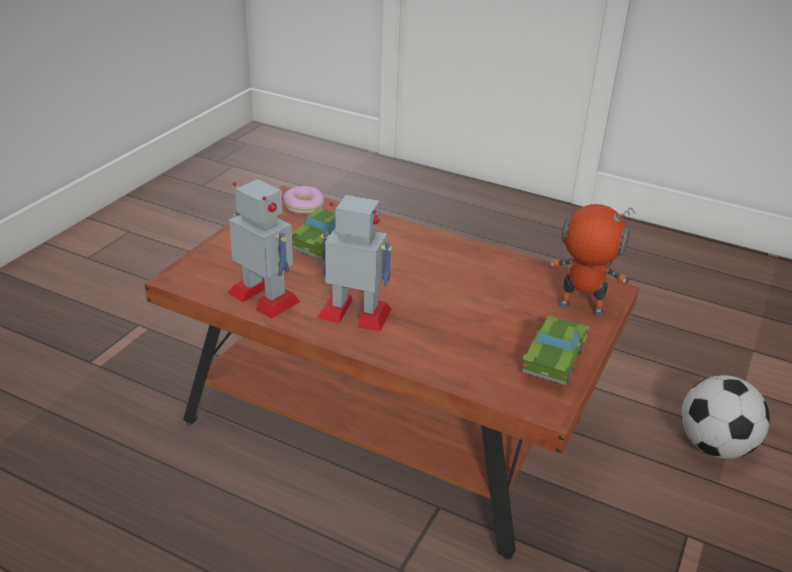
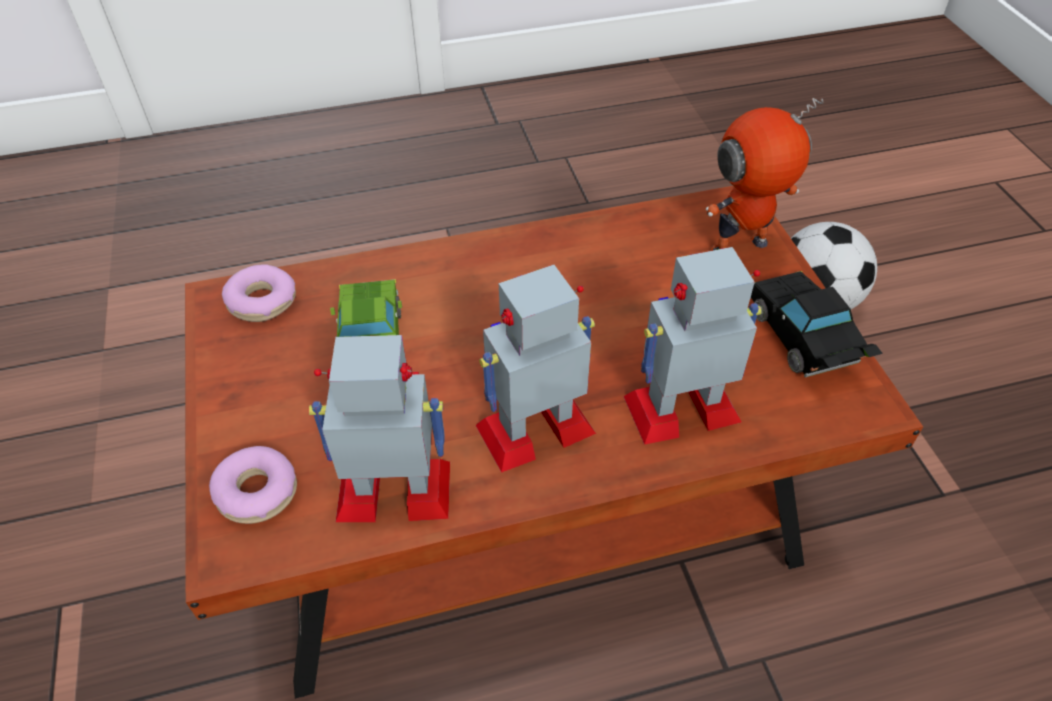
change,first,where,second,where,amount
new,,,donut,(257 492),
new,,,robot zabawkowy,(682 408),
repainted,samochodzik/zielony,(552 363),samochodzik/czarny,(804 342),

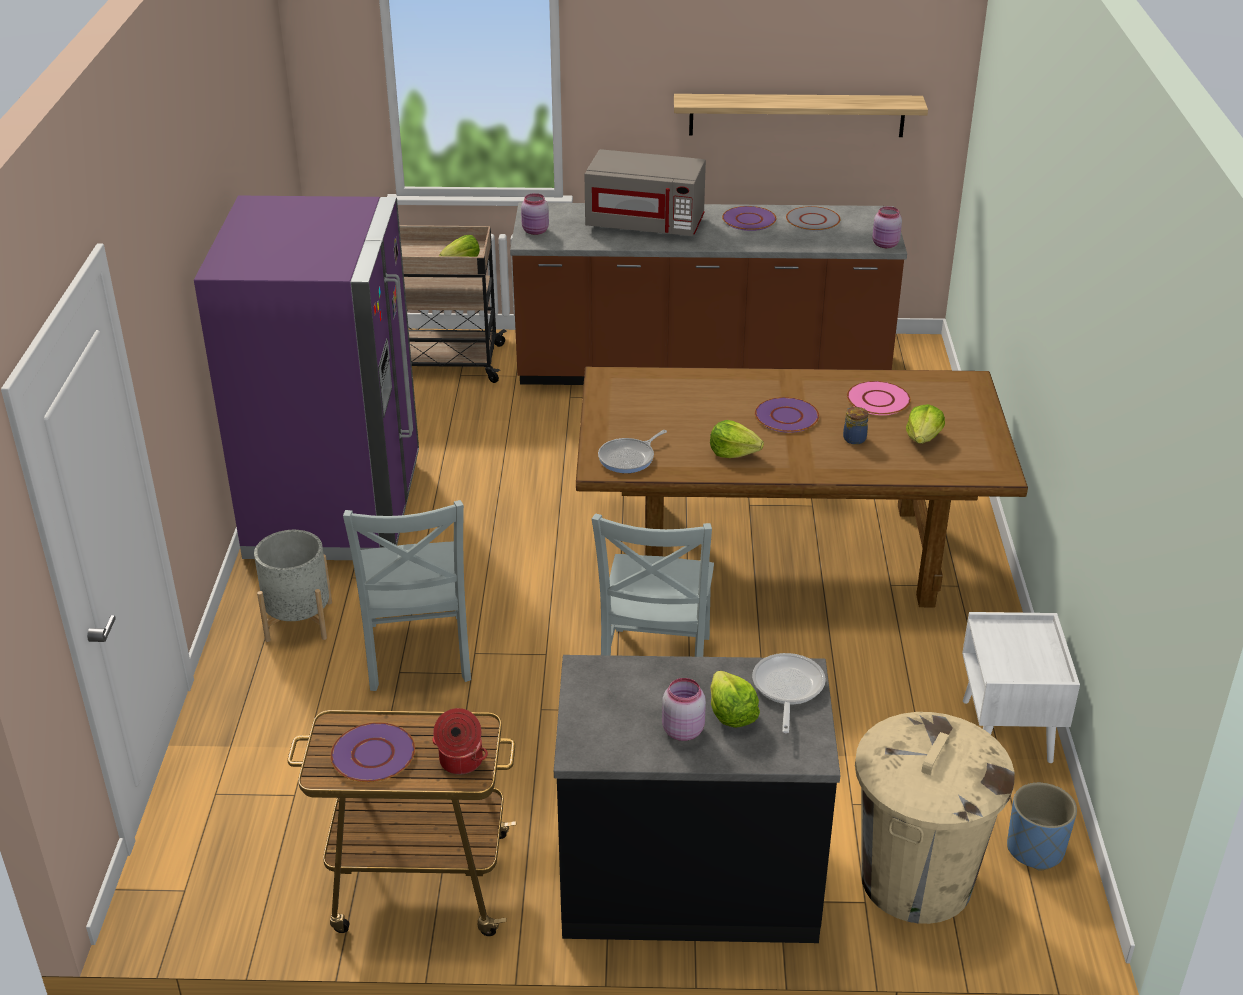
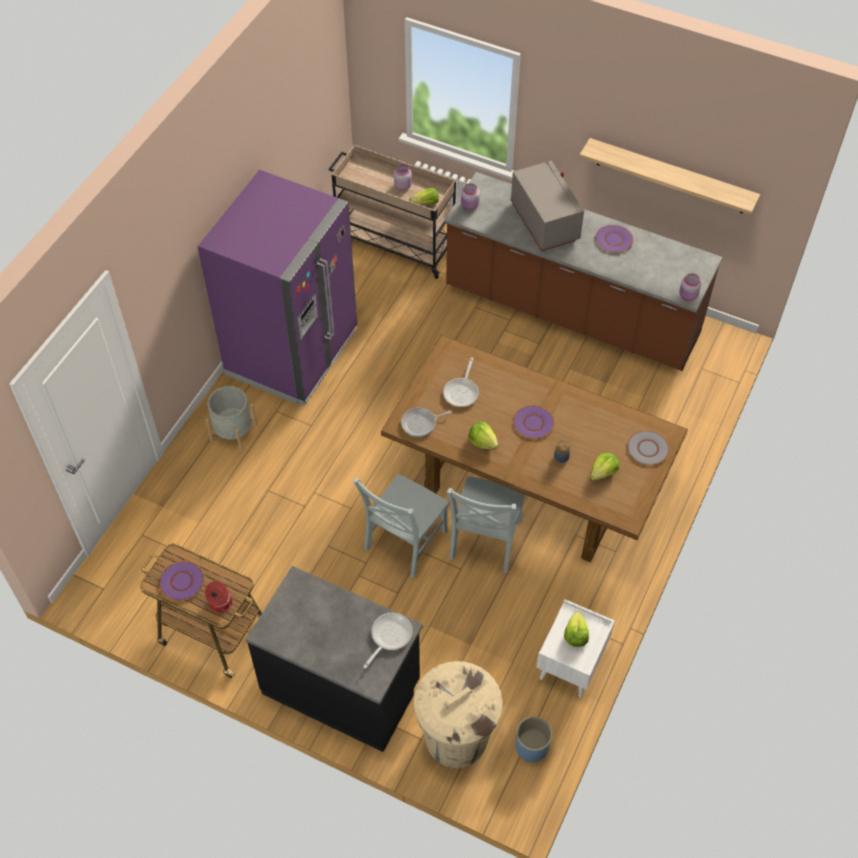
change,first,where,second,where,amount
gone,talerz/różowy,(878 399),,,
new,,,patelnia,(462 391),
shifted,krzesło/szary,(417 655),,(484 542),
shifted,słoik/różowy,(682 730),,(402 185),
shifted,sałata,(731 714),,(575 635),
shifted,talerz/szary,(813 220),,(647 449),
rotated,mikrofalówka/szary,(646 224),,(543 222),150 degrees counterclockwise

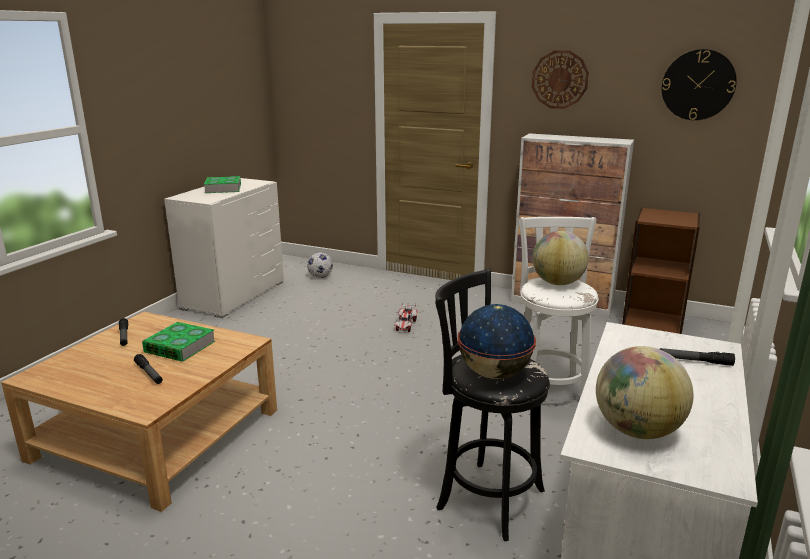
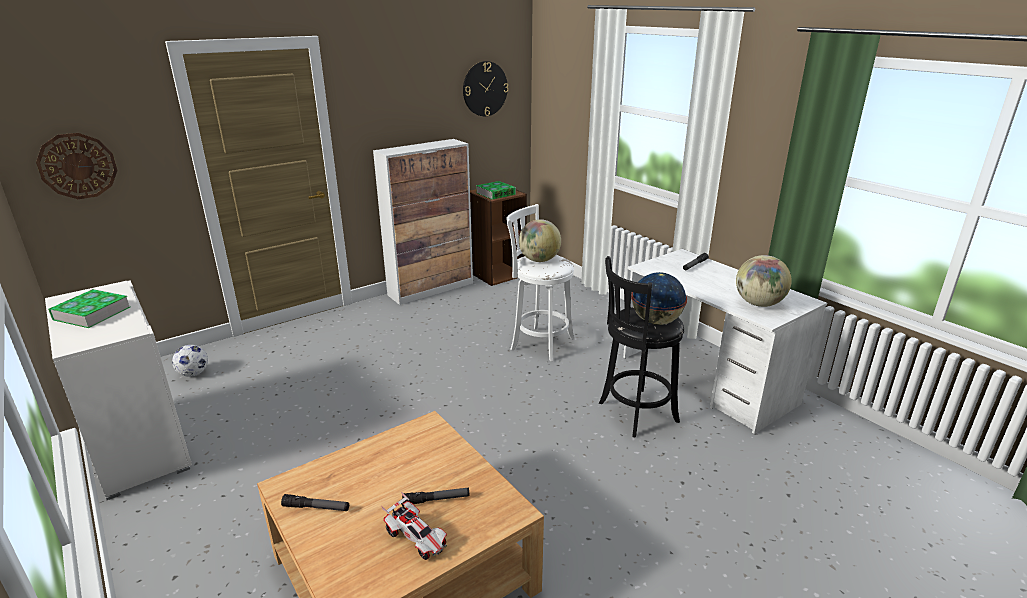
change,first,where,second,where,amount
shifted,książka,(180 347),,(495 193),
shifted,samochodzik,(406 325),,(416 538),
shifted,zegar ścienny,(559 79),,(78 166),

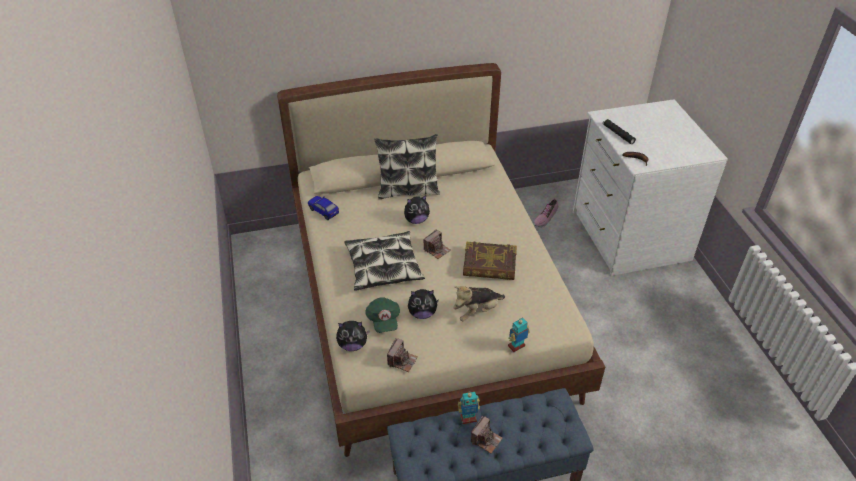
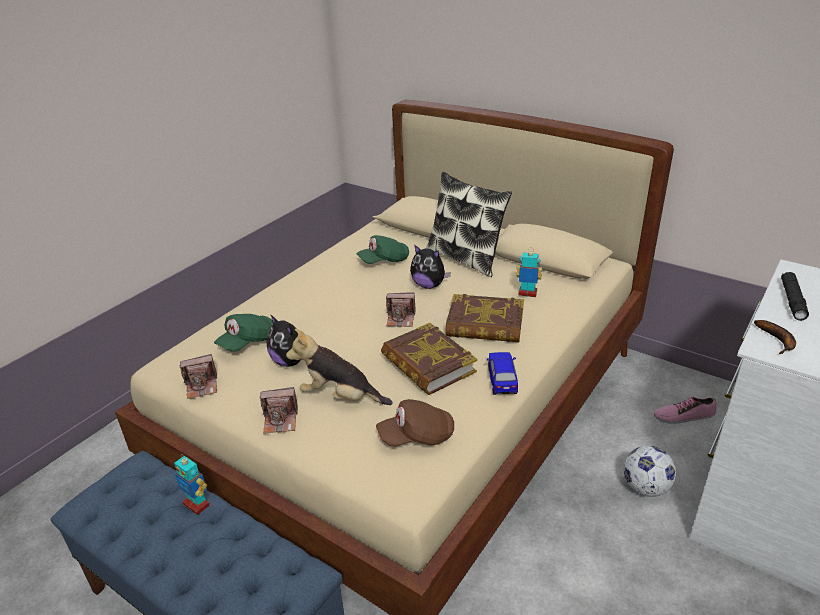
change,first,where,second,where,amount
gone,pluszak,(352 345),,,
gone,poduszka,(383 267),,,
new,,,czapka z daszkiem/zielony,(384 261),
new,,,czapka z daszkiem/brązowy,(417 436),
new,,,książka,(485 325),
new,,,piłka futbolowa,(646 488),
shifted,samochodzik,(323 211),,(502 380),
shifted,aparat fotograficzny,(486 439),,(280 420),
shifted,robot zabawkowy,(516 346),,(527 293),

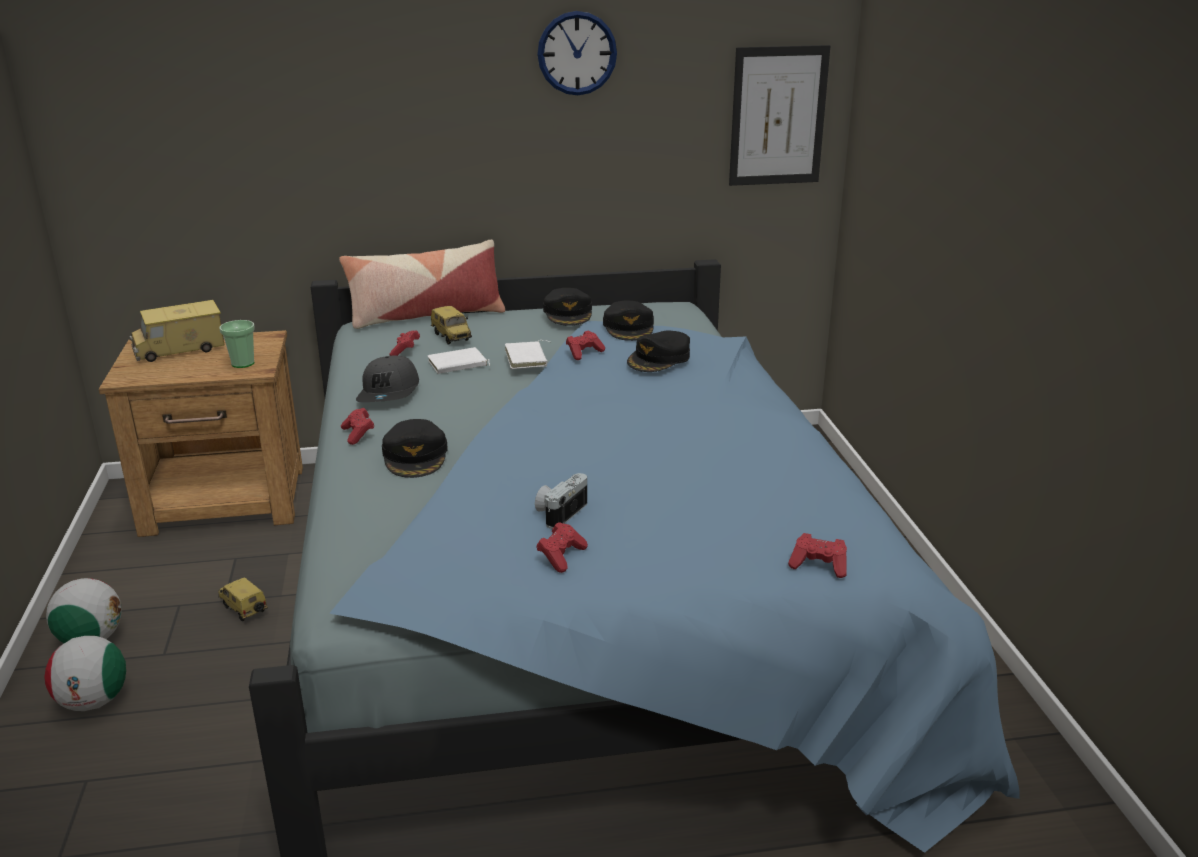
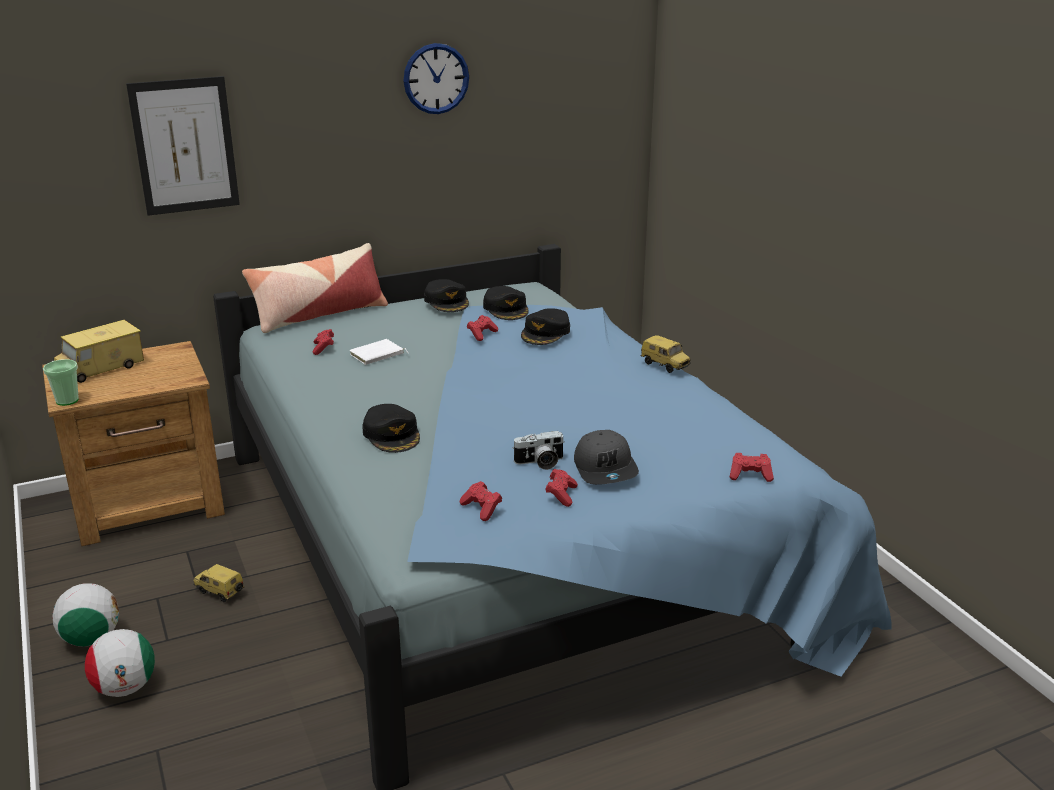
change,first,where,second,where,amount
gone,książka/biały,(528 358),,,
shifted,filiżanka,(243 363),,(67 400),
shifted,pad do gier/czerwony,(358 434),,(482 509),
shifted,czapka z daszkiem/szary,(390 393),,(606 469),
shifted,samochodzik,(453 338),,(665 365),
shifted,obraz,(778 116),,(185 146),
rotated,aparat fotograficzny,(560 512),,(540 463),120 degrees counterclockwise

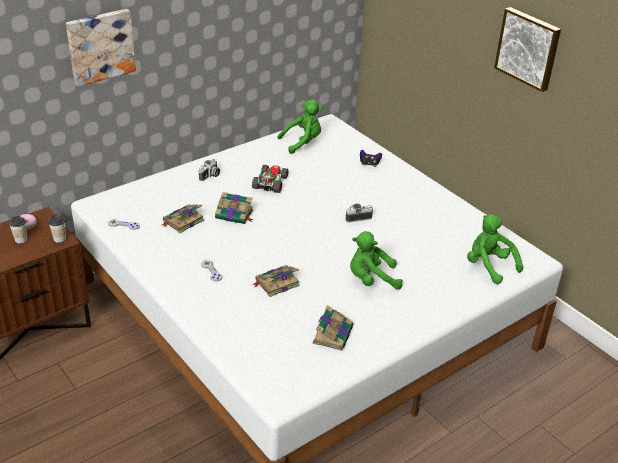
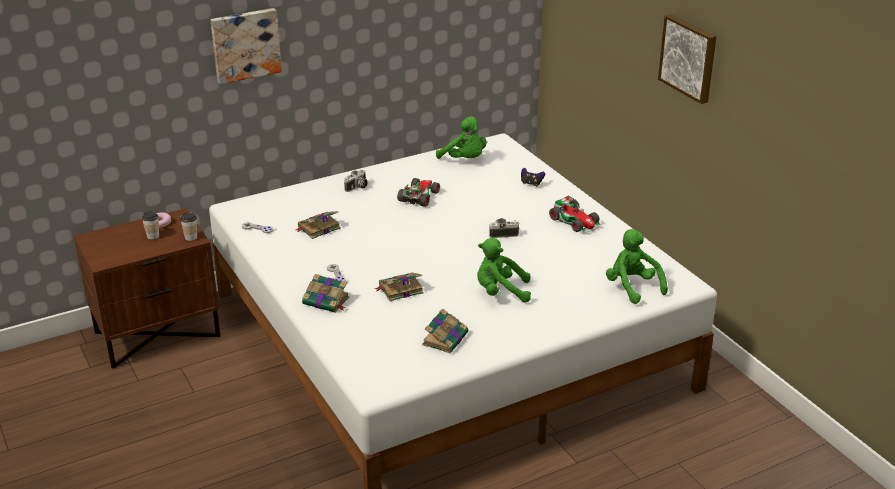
change,first,where,second,where,amount
new,,,samochodzik,(575 221),
shifted,książka,(235 215),,(327 301),
rotated,pluszak/zielony,(302 142),,(464 160),60 degrees clockwise

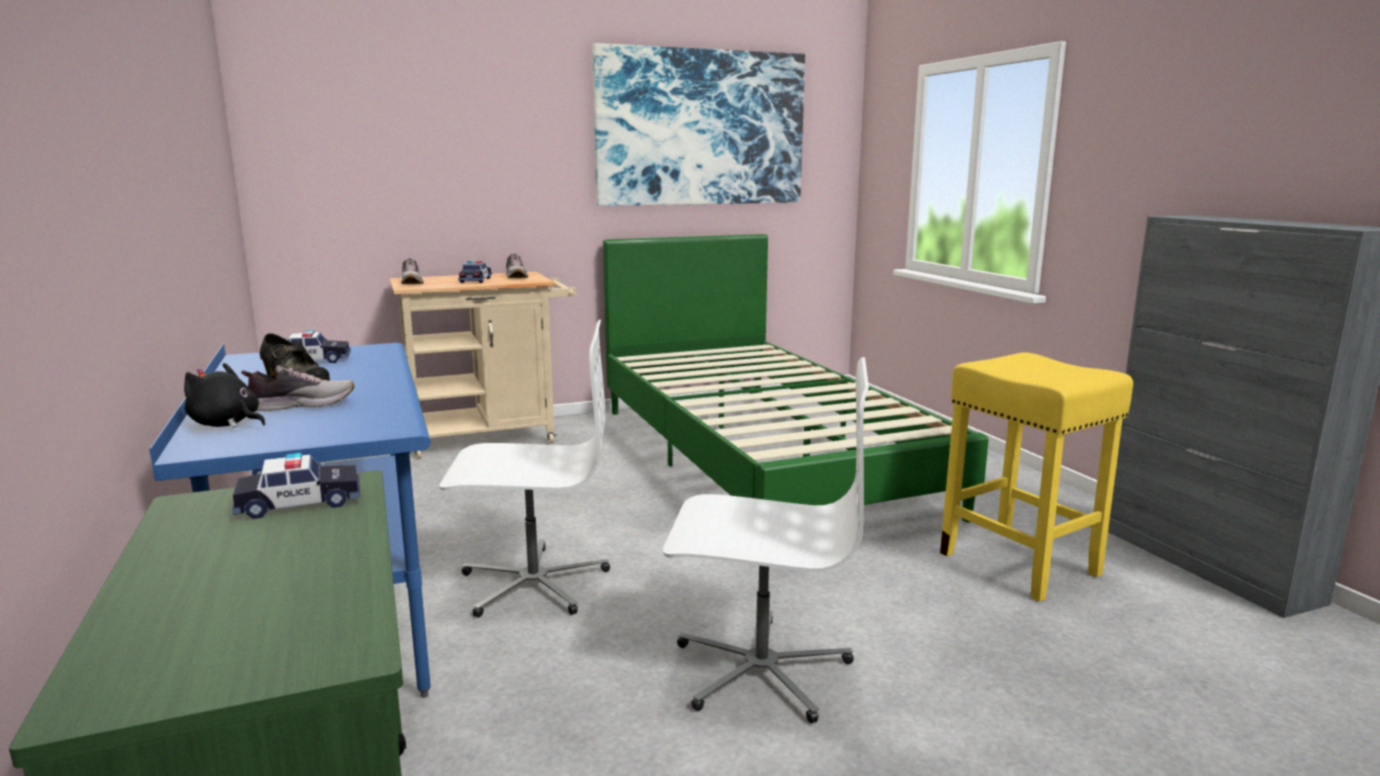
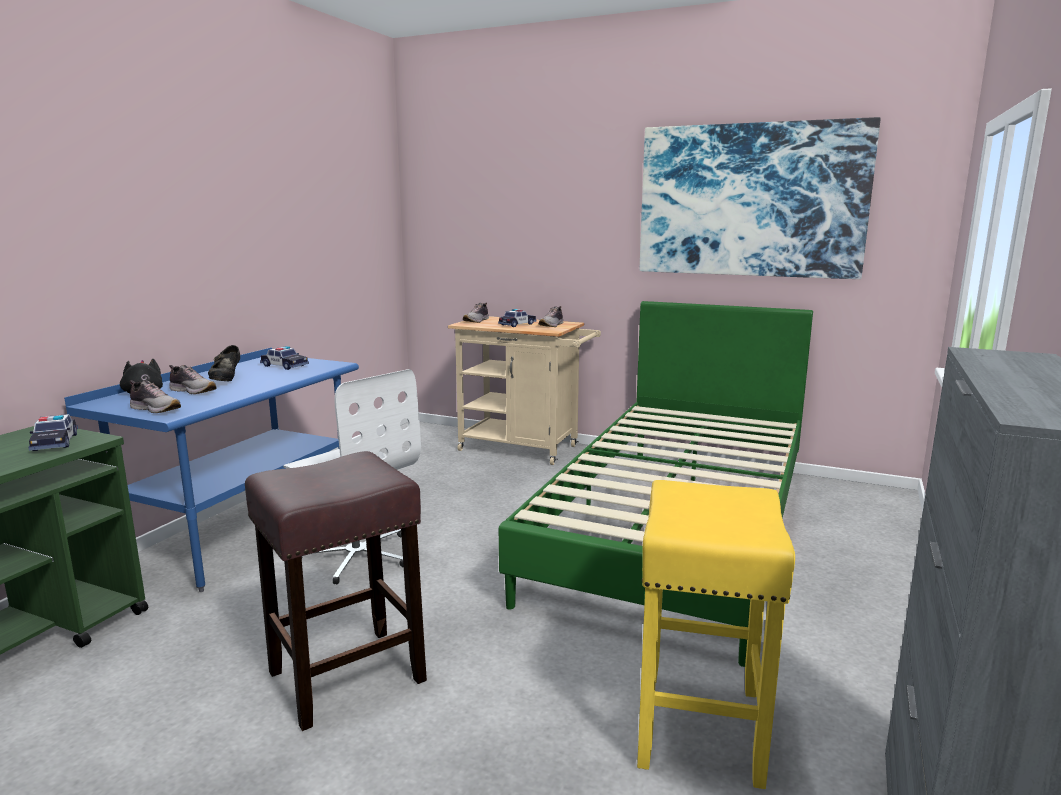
change,first,where,second,where,amount
new,,,but,(156 409),
swapped,krzesło biurowe/biały,(760 669),stołek/brązowy,(344 677),
rotated,samochodzik,(300 502),,(55 442),45 degrees clockwise

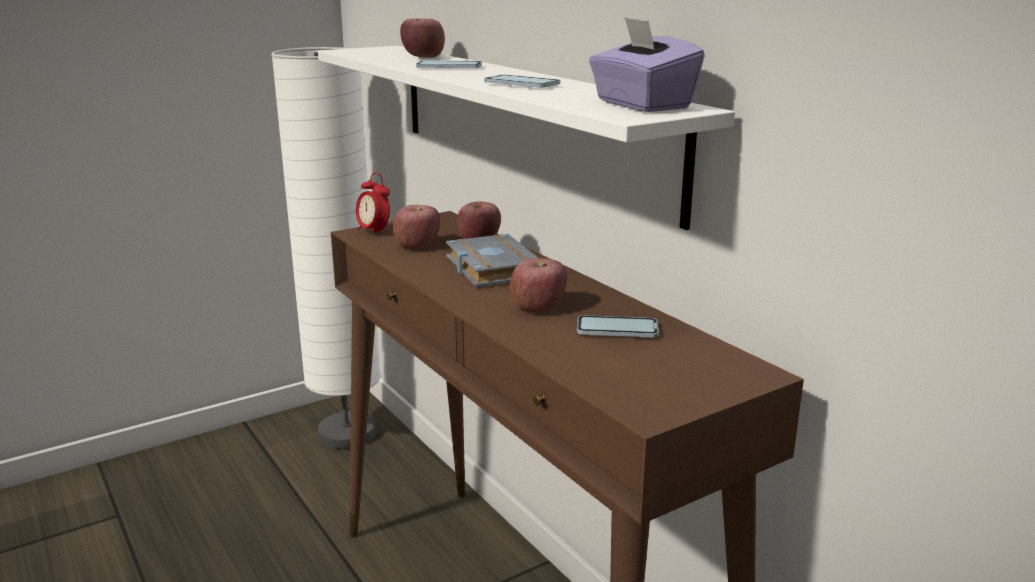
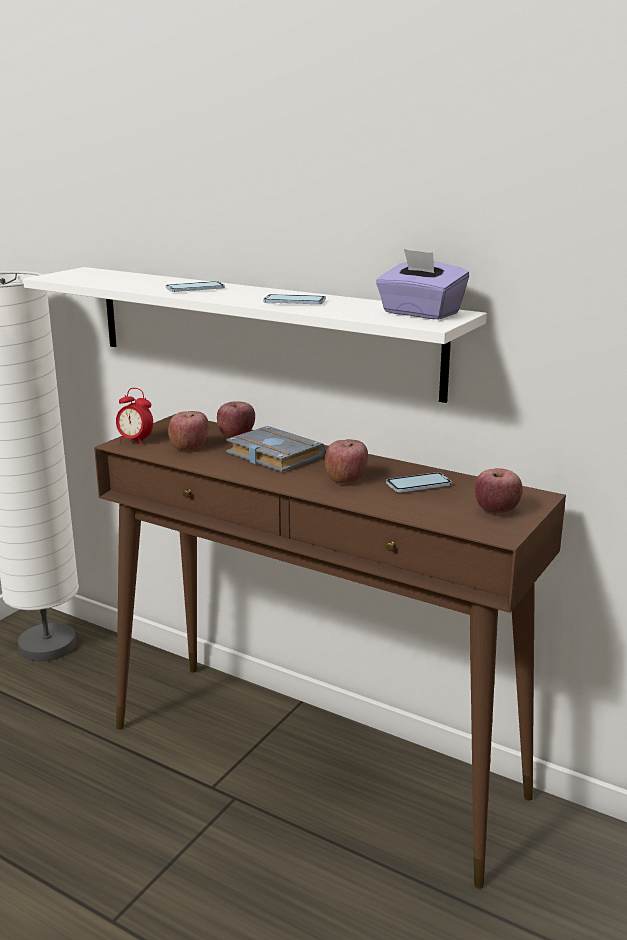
change,first,where,second,where,amount
shifted,jabłko,(424 57),,(496 511),

